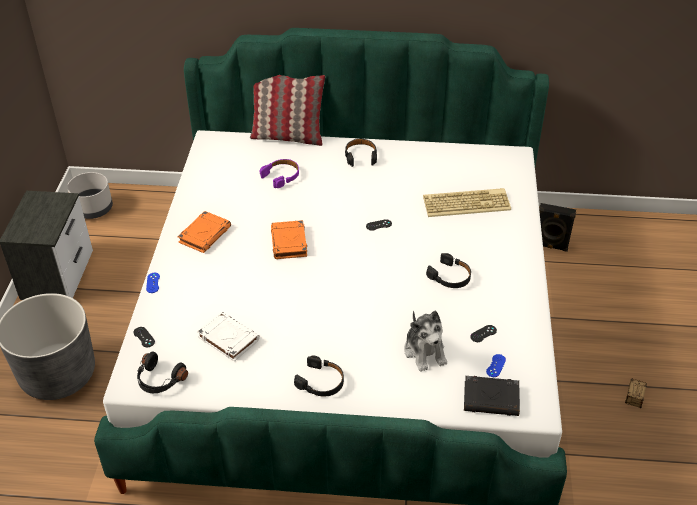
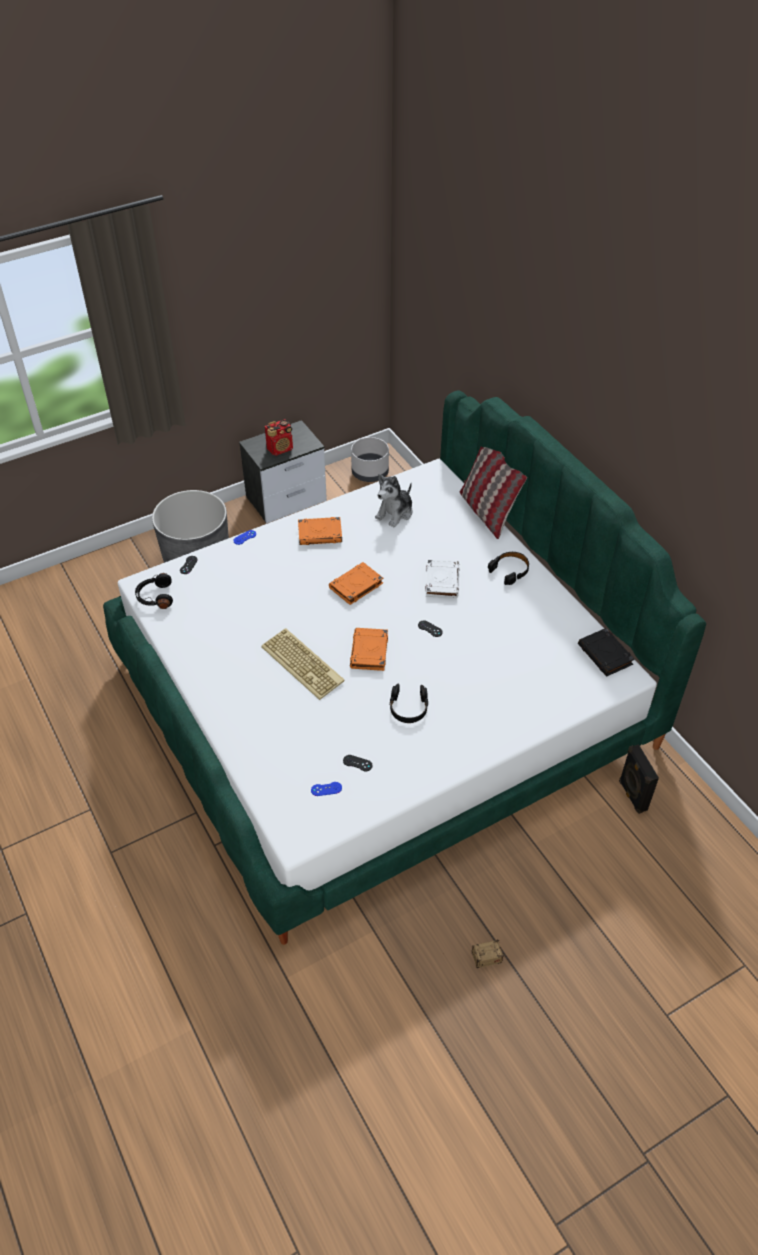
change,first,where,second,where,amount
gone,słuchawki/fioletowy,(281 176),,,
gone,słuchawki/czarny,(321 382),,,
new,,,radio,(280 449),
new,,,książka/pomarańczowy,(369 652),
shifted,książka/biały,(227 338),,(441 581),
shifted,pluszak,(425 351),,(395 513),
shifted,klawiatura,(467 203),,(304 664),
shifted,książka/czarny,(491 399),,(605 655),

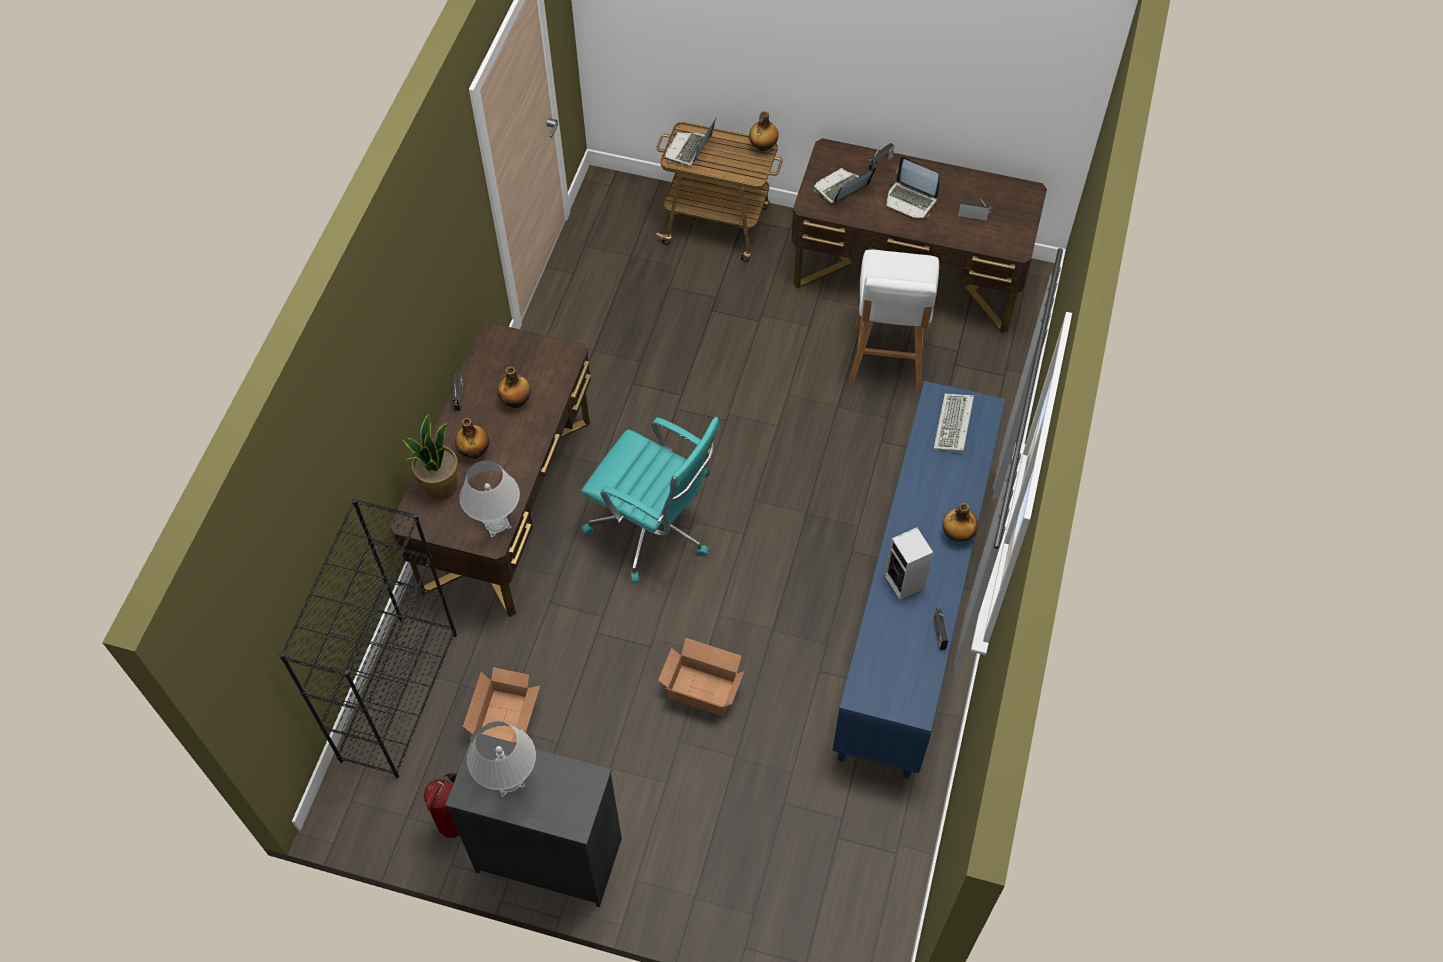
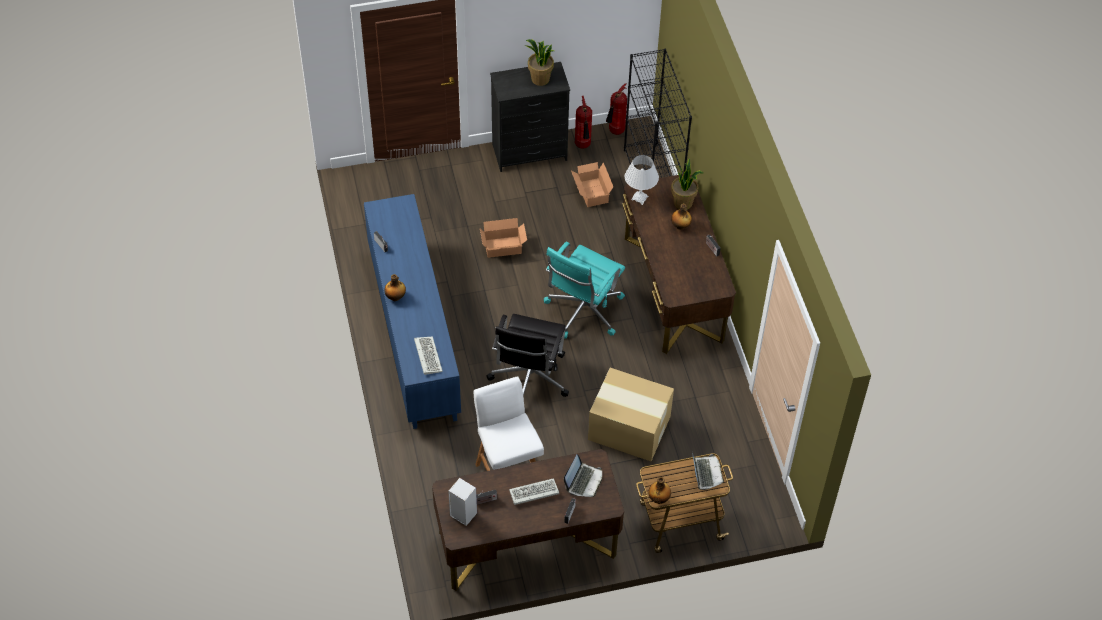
change,first,where,second,where,amount
gone,butelka,(516 401),,,
new,,,krzesło biurowe/czarny,(529 379),
new,,,karton,(630 429),
new,,,gaśnica,(615 132),
shifted,głośnik,(906 583),,(462 514),
swapped,lampa stołowa/biały,(509 780),roślina doniczkowa,(540 79),
swapped,laptop,(910 200),klawiatura,(533 493),
rotated,krzesło biurowe/turkusowy,(654 529),,(583 311),60 degrees counterclockwise

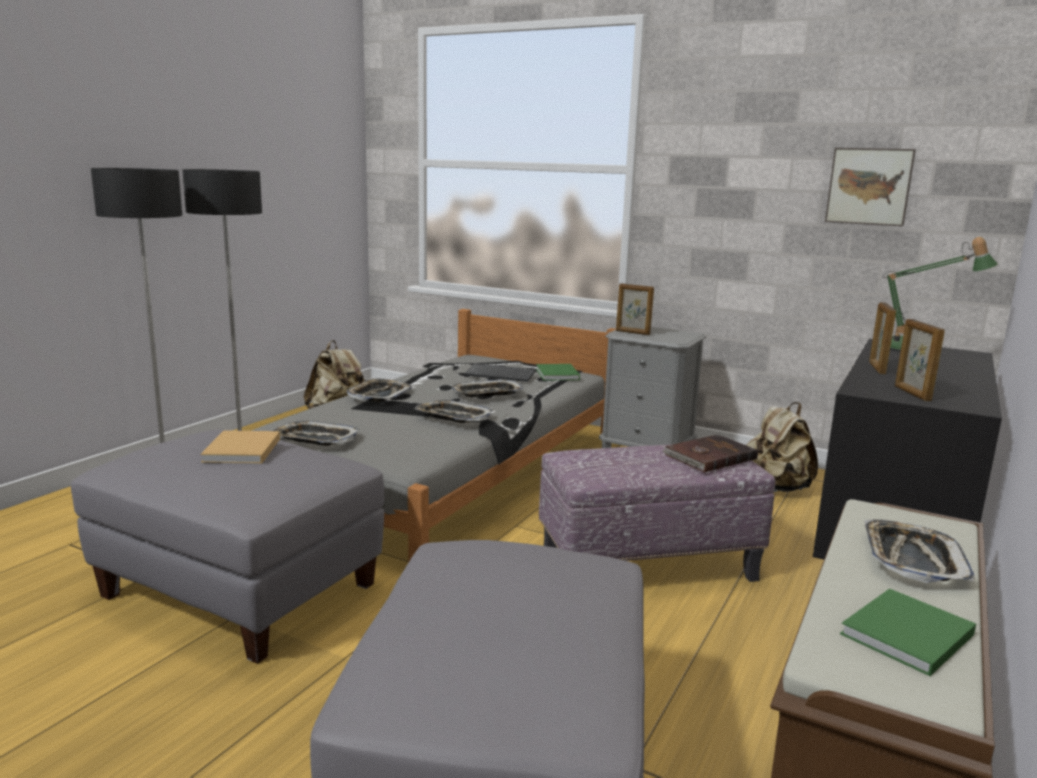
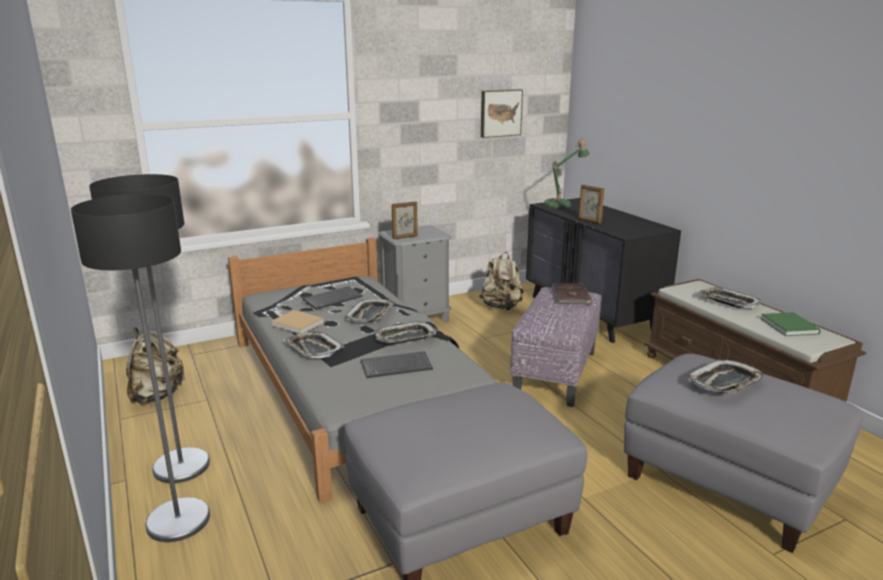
change,first,where,second,where,amount
gone,książka/zielony,(557 374),,,
gone,ramka na zdjęcie,(912 393),,,
new,,,klawiatura,(397 366),
shifted,książka/beżowy,(241 451),,(299 324),
shifted,taca,(315 439),,(725 383),

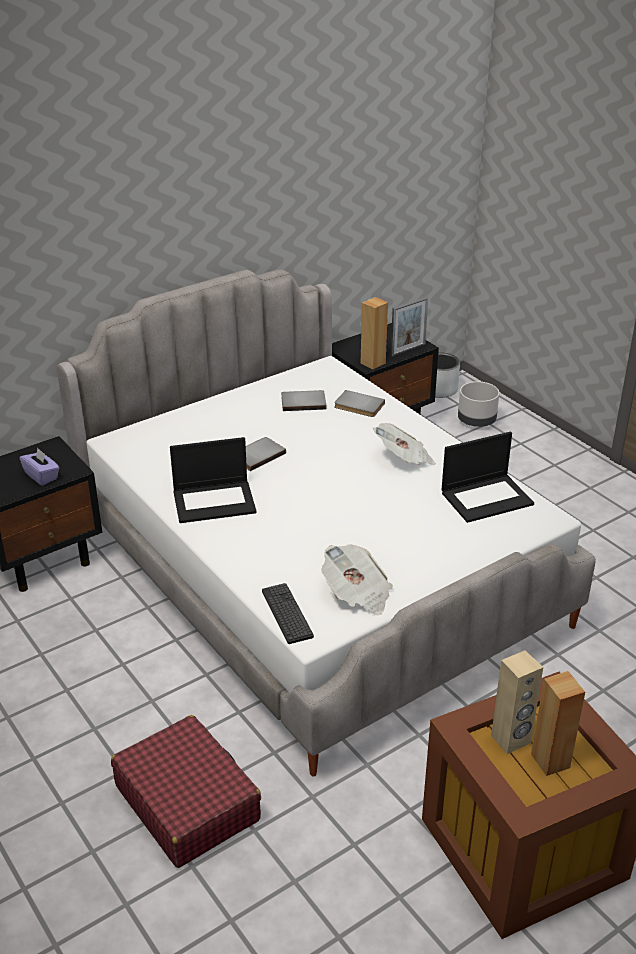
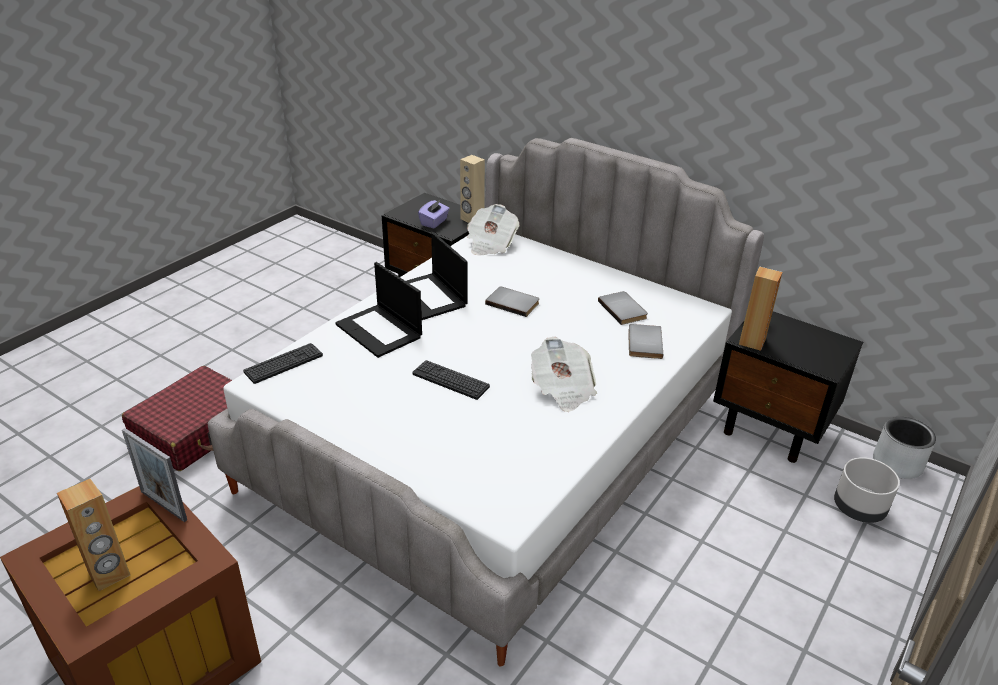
change,first,where,second,where,amount
new,,,klawiatura,(450 380),
shifted,gazeta,(357 594),,(490 244),
shifted,ramka na zdjęcie,(408 350),,(163 505),
shifted,laptop,(487 498),,(380 331),
shifted,głośnik/beżowy,(511 739),,(472 219),

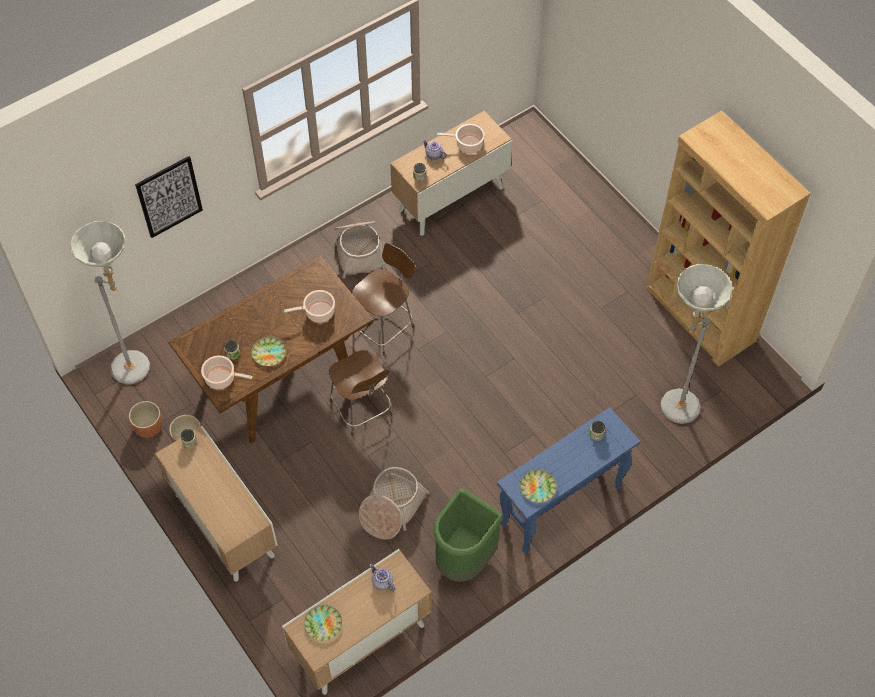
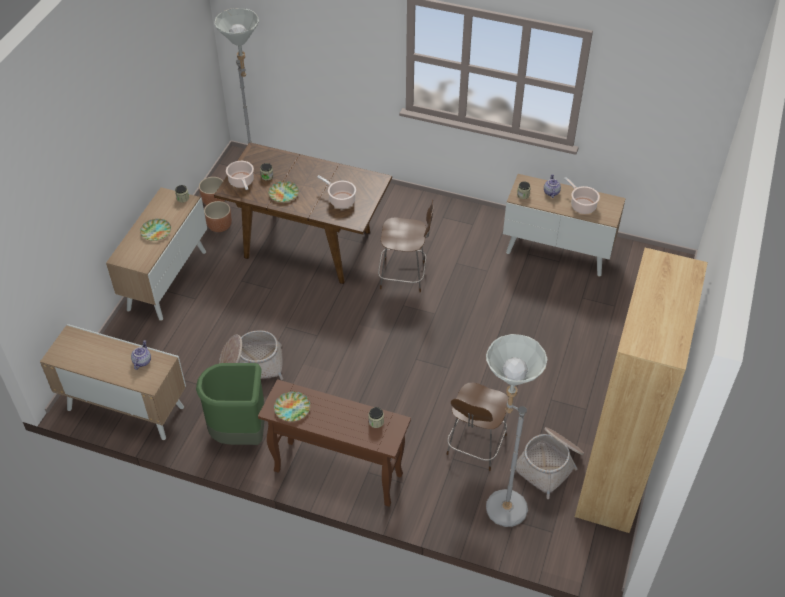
change,first,where,second,where,amount
gone,obraz,(169 196),,,
shifted,talerz,(322 624),,(155 231),
shifted,krzesło/brązowy,(361 410),,(475 446),
shifted,koszyk,(359 251),,(549 464),
repainted,stolik konsolowy/niebieski,(560 506),stolik konsolowy/brązowy,(337 473),

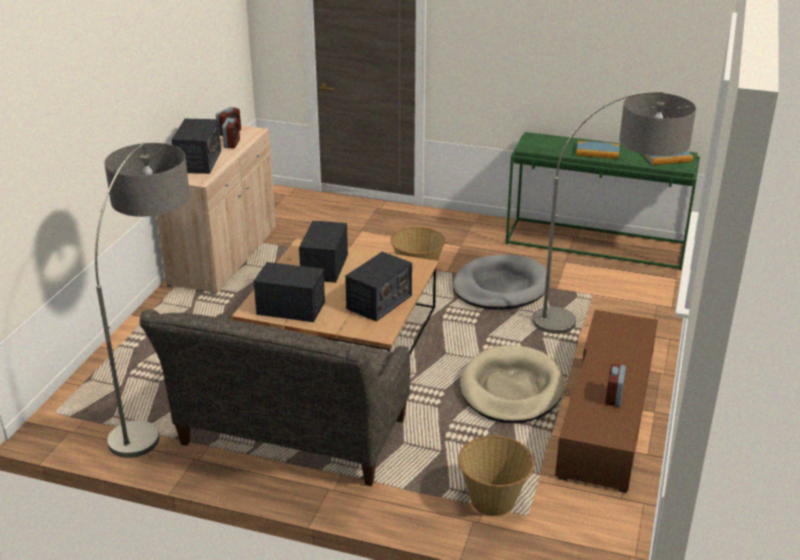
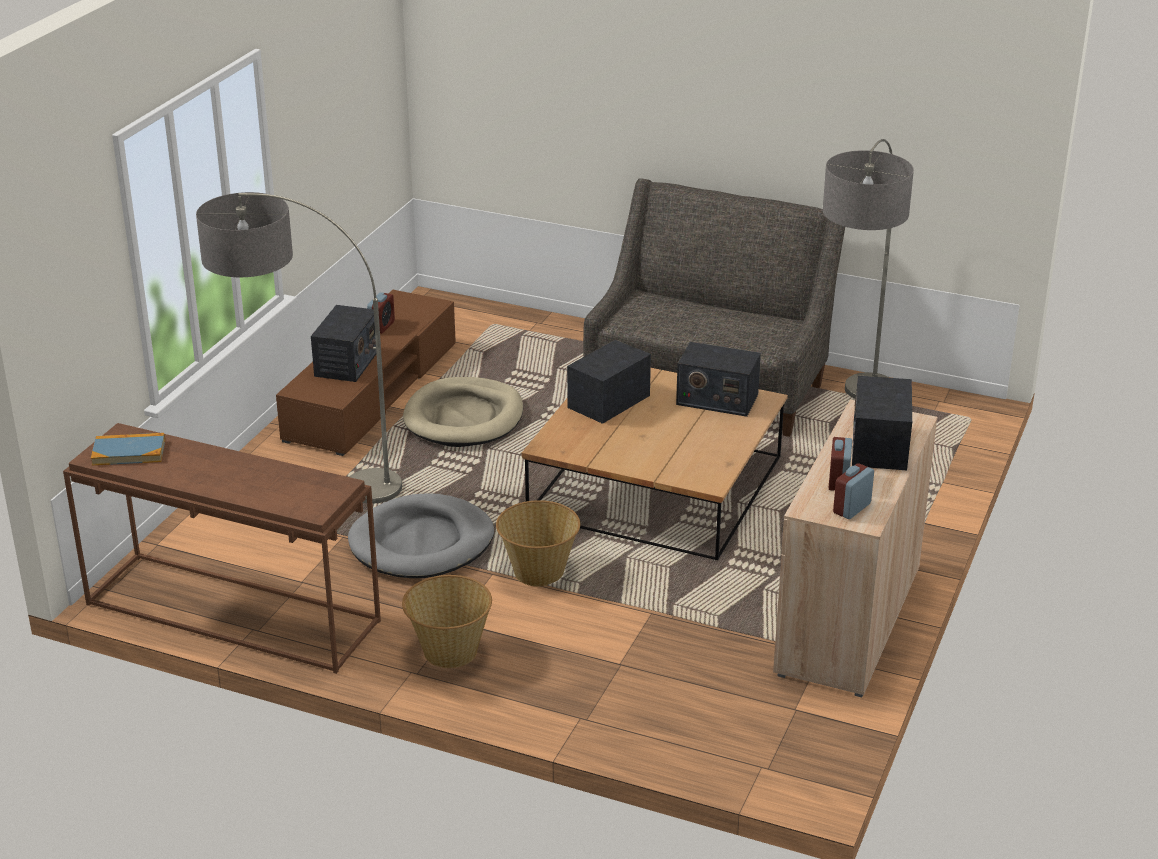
change,first,where,second,where,amount
gone,książka,(597 152),,,
shifted,radio,(324 266),,(347 363),
shifted,koszyk,(493 500),,(449 651),
repainted,stolik konsolowy/zielony,(596 243),stolik konsolowy/brązowy,(229 613),

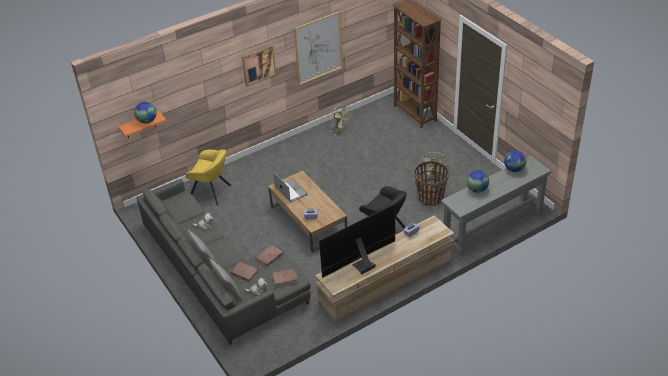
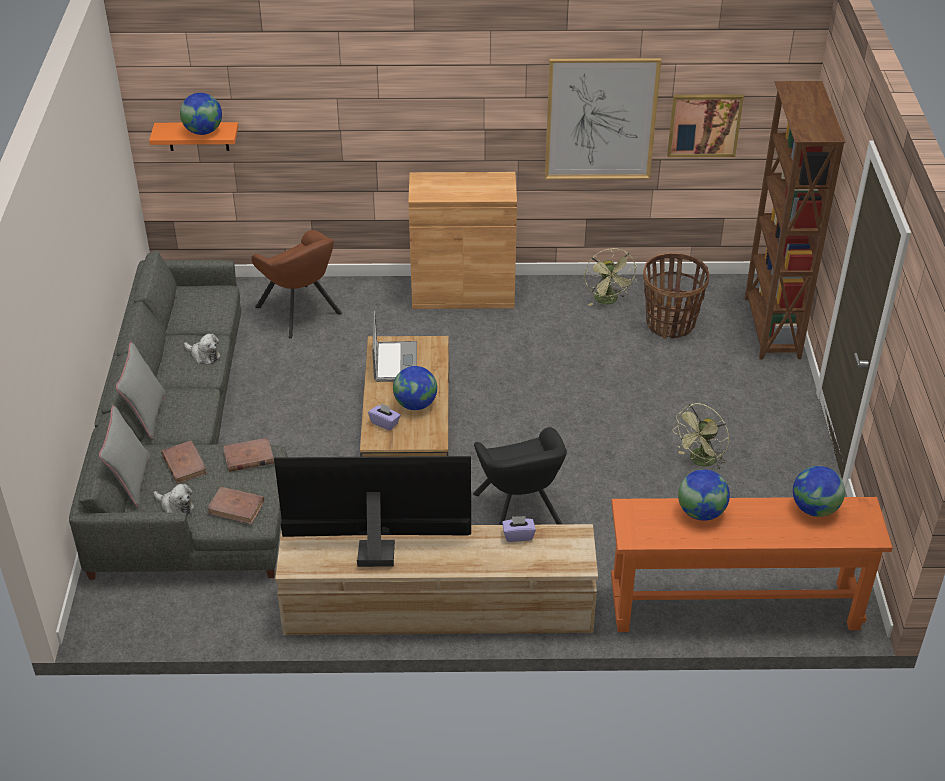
change,first,where,second,where,amount
new,,,globus,(415 404),
new,,,szafka/brązowy,(463 293),
shifted,obraz,(258 65),,(704 124),
shifted,koszyk,(430 197),,(670 324),
repainted,fotel/żółty,(212 192),fotel/brązowy,(301 312),
repainted,stolik konsolowy/szary,(492 225),stolik konsolowy/pomarańczowy,(734 606),

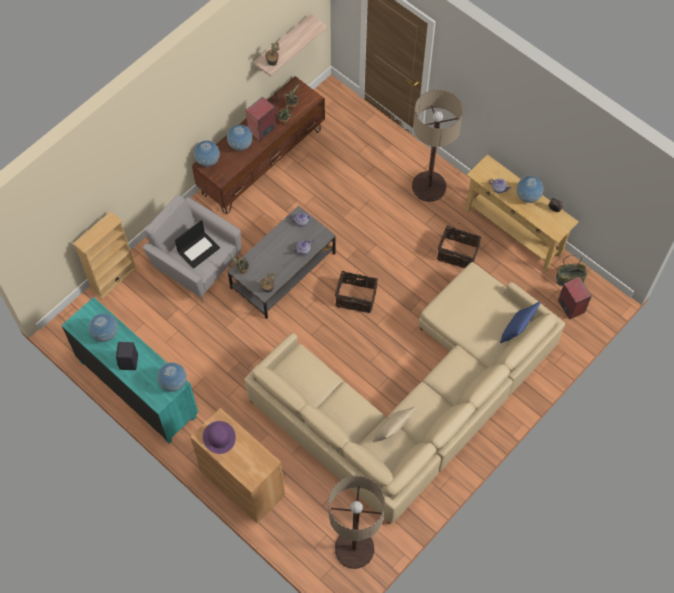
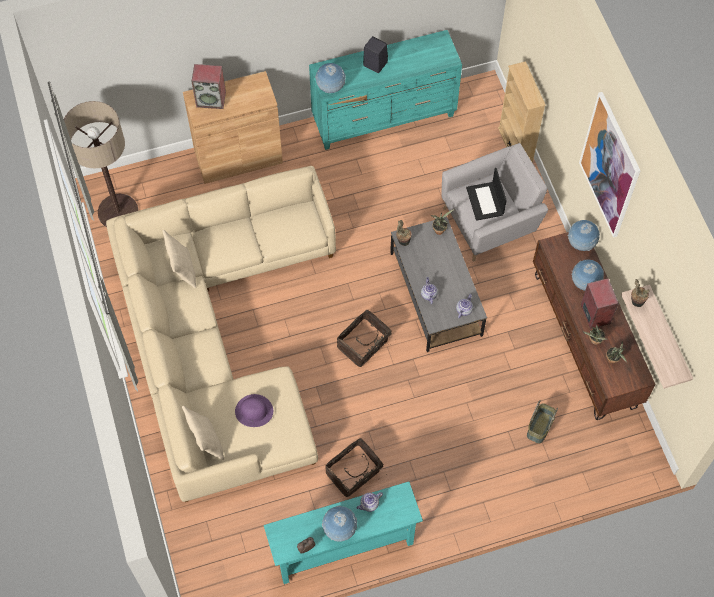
change,first,where,second,where,amount
gone,globus,(105 334),,,
gone,lampa stojąca,(429 186),,,
new,,,obraz,(610 165),
shifted,kapelusz/fioletowy,(219 437),,(254 411),
shifted,koszyk,(570 278),,(540 428),
shifted,głośnik,(570 306),,(211 99),
repainted,stolik konsolowy/beżowy,(513 231),stolik konsolowy/turkusowy,(344 549),
repainted,poduszka/niebieski,(516 330),poduszka/beżowy,(206 441),

